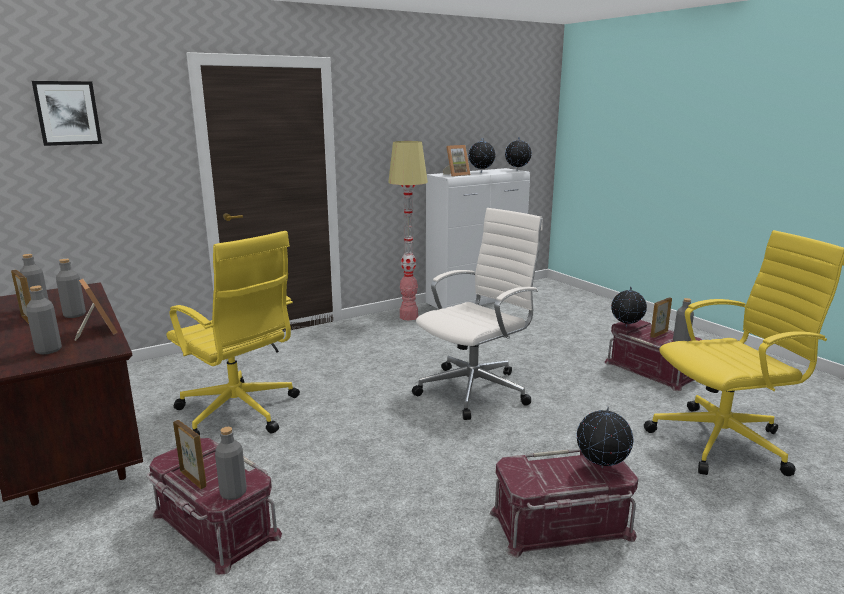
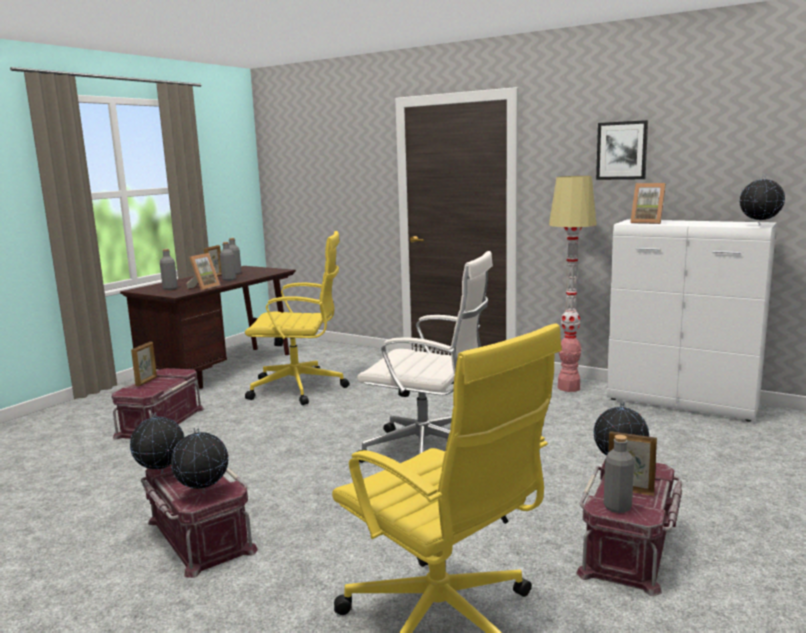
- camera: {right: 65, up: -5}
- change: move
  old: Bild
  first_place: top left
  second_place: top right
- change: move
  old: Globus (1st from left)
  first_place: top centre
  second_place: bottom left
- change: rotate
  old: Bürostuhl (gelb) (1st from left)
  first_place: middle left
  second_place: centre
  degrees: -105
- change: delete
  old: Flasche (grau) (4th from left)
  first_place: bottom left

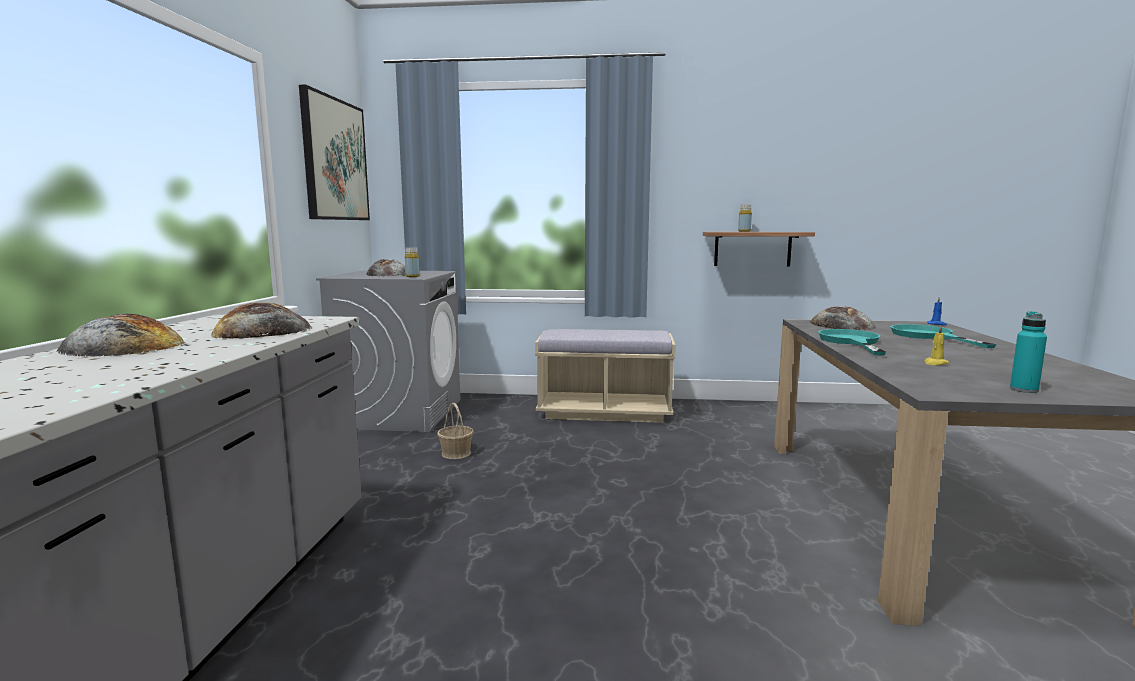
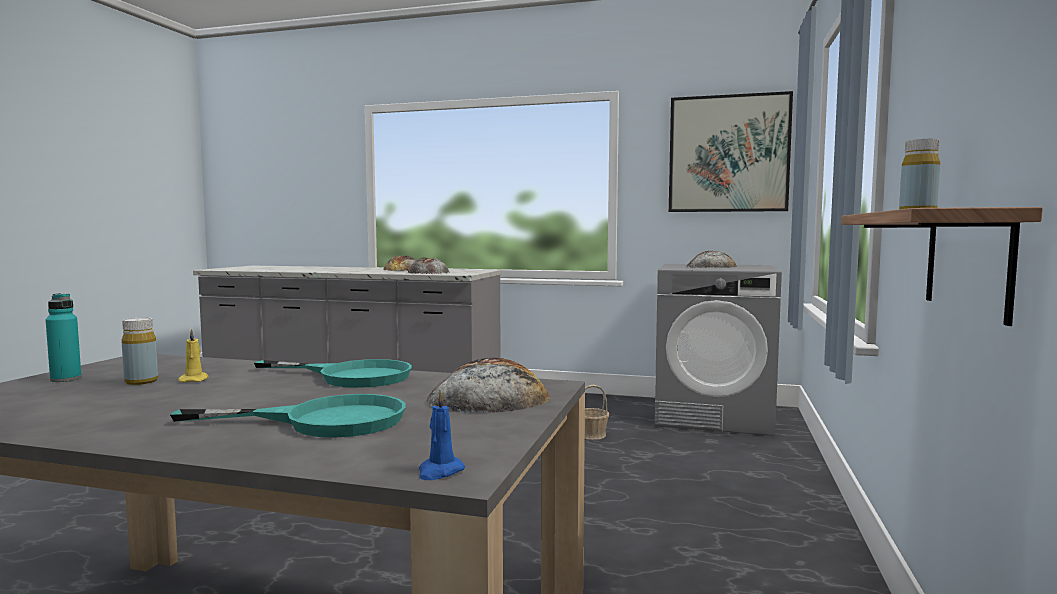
- camera: {right: 100, up: -5}
- change: move
  old: Flasche (gelb) (1st from left)
  first_place: centre
  second_place: middle left
- change: delete
  old: Bank (beige)
  first_place: centre

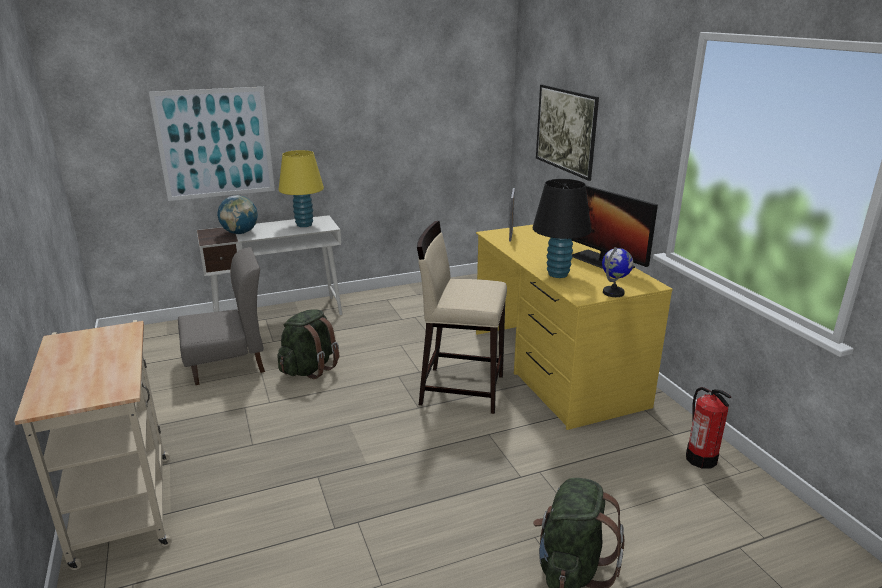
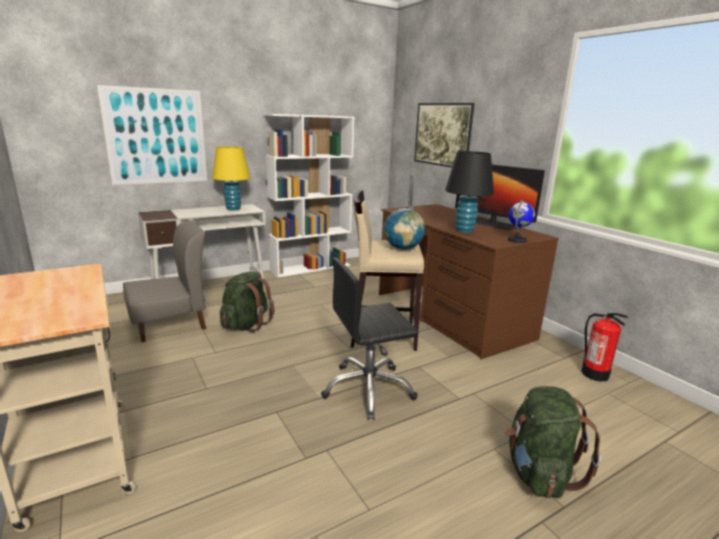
- camera: {right: -10, up: -5}
- change: move
  old: Globus (1st from left)
  first_place: middle left
  second_place: centre
- change: recolor
  old: Schreibtisch (gelb)
  new: Schreibtisch (braun)
  first_place: centre
  second_place: centre
- change: insert
  new: Bücherregal (weiß)
  second_place: centre
- change: insert
  new: Bürostuhl (schwarz)
  second_place: centre

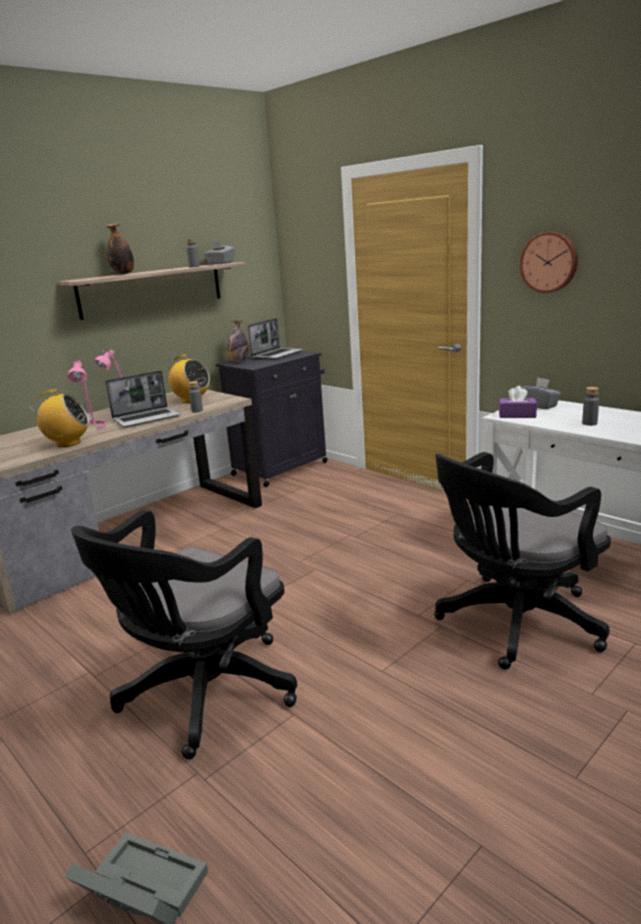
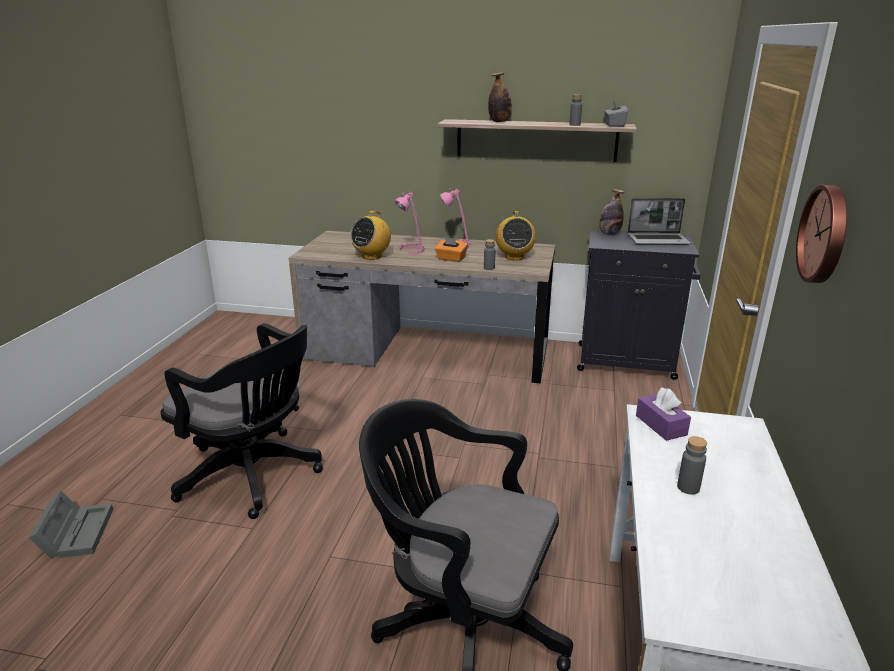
- camera: {right: 55, up: 5}
- change: replace
  old: Laptop (1st from left)
  new: Taschentuchbox (orange)
  first_place: middle left
  second_place: centre
- change: delete
  old: Taschentuchbox (grau) (2nd from left)
  first_place: middle right
- change: rotate
  old: Radio (1st from left)
  first_place: middle left
  second_place: centre
  degrees: 75
- change: rotate
  old: Bürostuhl (schwarz) (1st from left)
  first_place: bottom left
  second_place: middle left
  degrees: -150

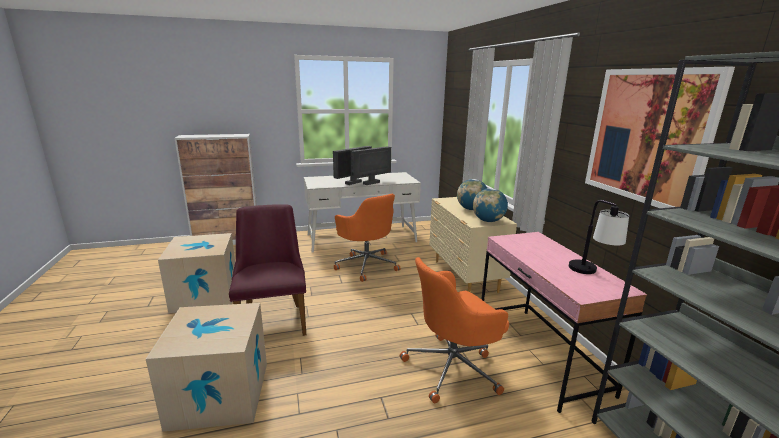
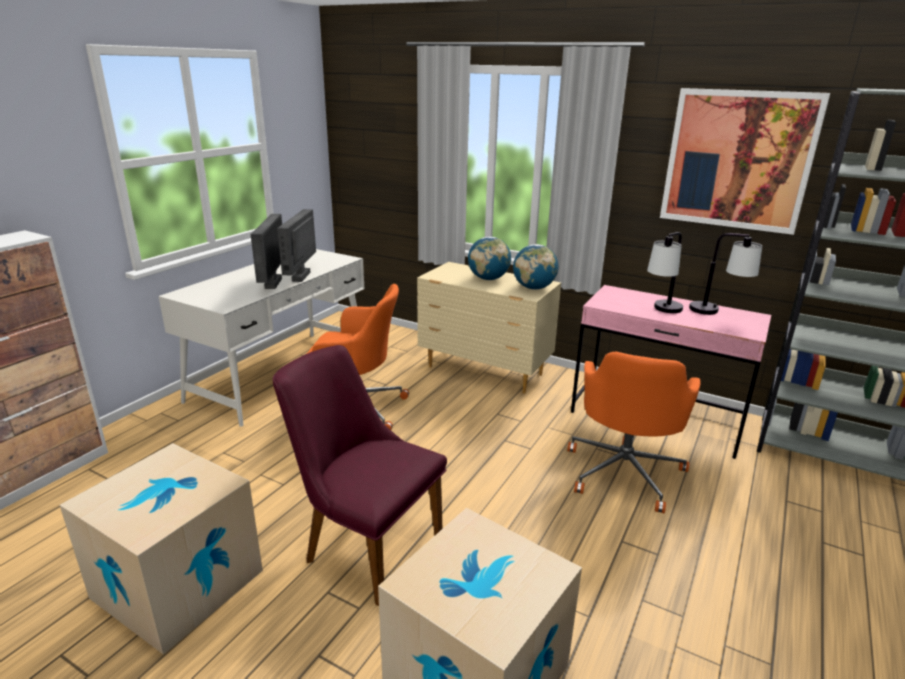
- camera: {right: -45, up: 5}
- change: insert
  new: Tischlampe (1st from left)
  second_place: middle right

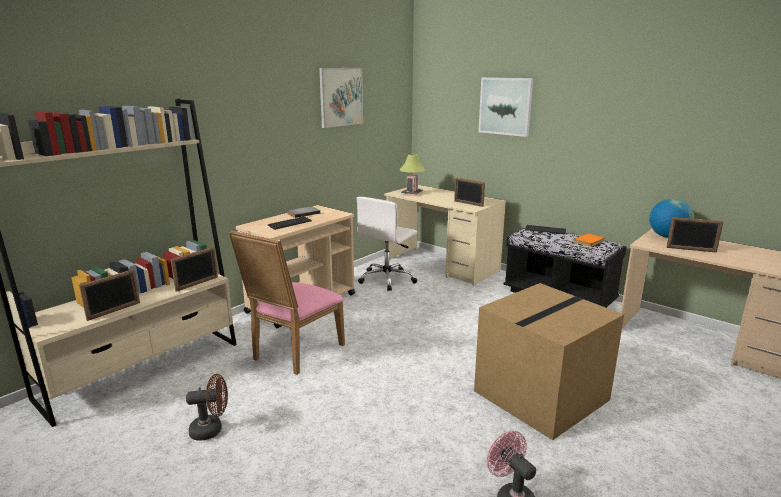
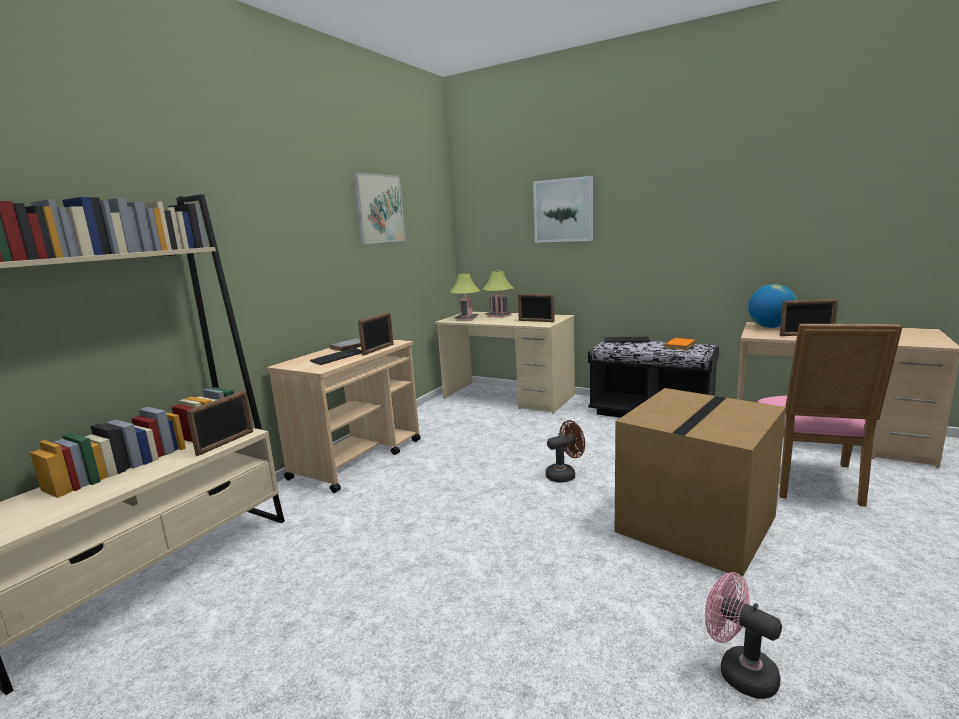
- camera: {right: -10, up: -5}
- change: delete
  old: Bürostuhl (weiß)
  first_place: centre
- change: move
  old: Stuhl (rosa)
  first_place: centre
  second_place: middle right
- change: move
  old: Bilderrahmen (1st from left in the first image)
  new: Bilderrahmen (2nd from left)
  first_place: middle left
  second_place: centre
- change: move
  old: Ventilator (braun)
  first_place: bottom left
  second_place: centre
- change: insert
  new: Tischlampe (2nd from left)
  second_place: centre

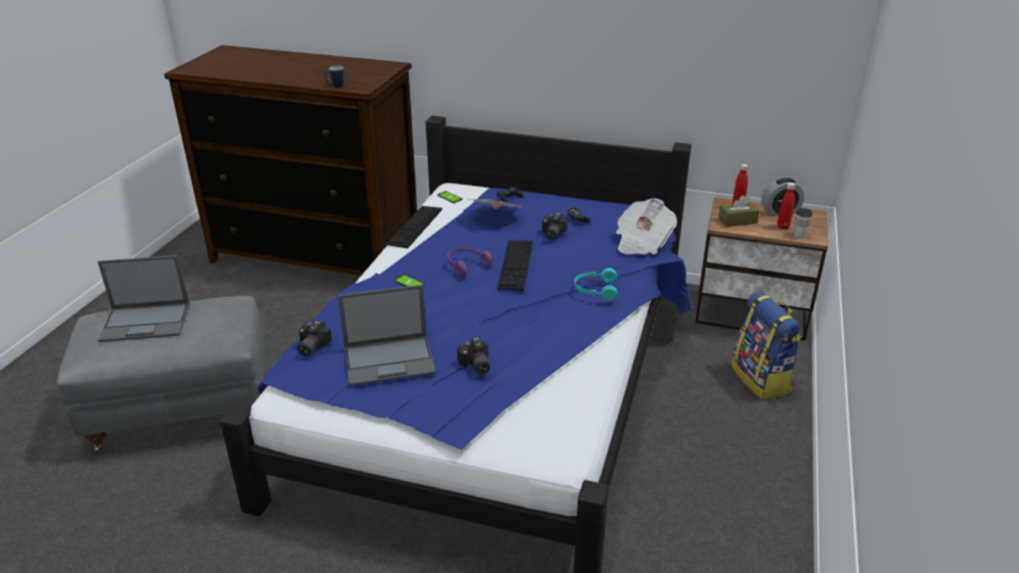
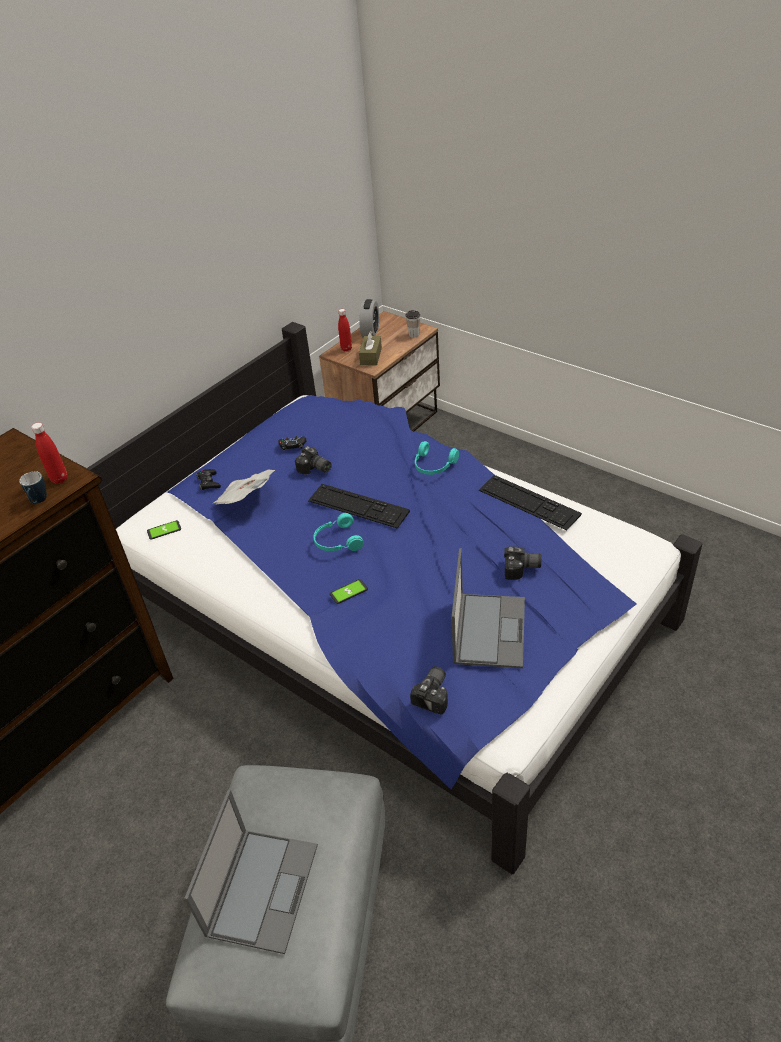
- camera: {right: -65, up: 10}
- change: move
  old: Flasche (rot) (2nd from left in the first image)
  new: Flasche (rot) (1st from left)
  first_place: middle right
  second_place: middle left
- change: delete
  old: Zeitung (2nd from left)
  first_place: centre
- change: move
  old: Tastatur (1st from left in the first image)
  new: Tastatur (2nd from left)
  first_place: centre
  second_place: middle right
- change: recolor
  old: Kopfhörer (lila)
  new: Kopfhörer (türkis) (1st from left)
  first_place: centre
  second_place: centre
- change: delete
  old: Rucksack
  first_place: middle right
- change: rotate
  old: Kamera (1st from left in the first image)
  first_place: middle left
  second_place: centre
  degrees: -105

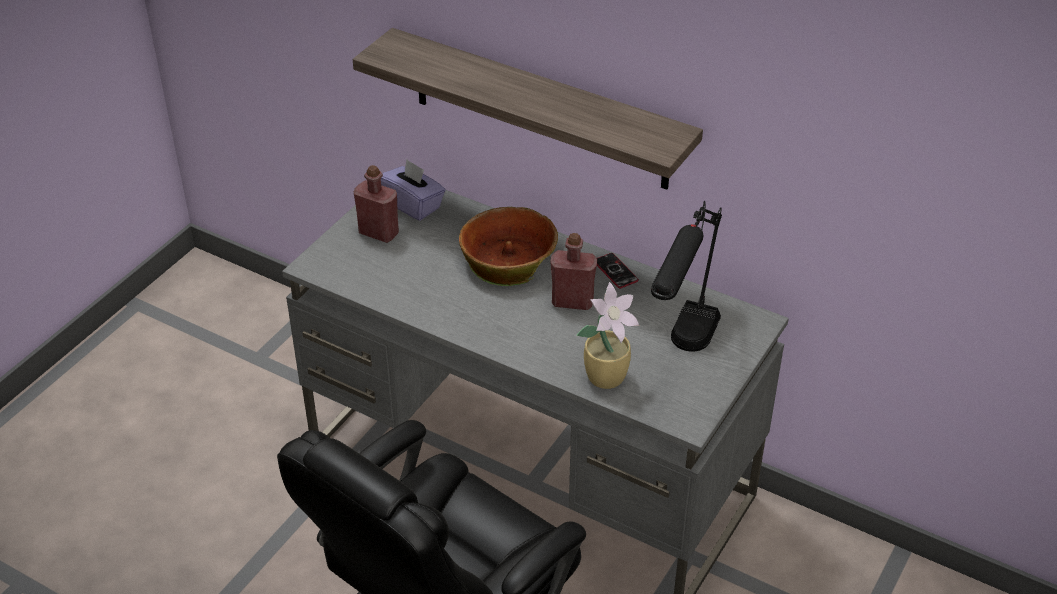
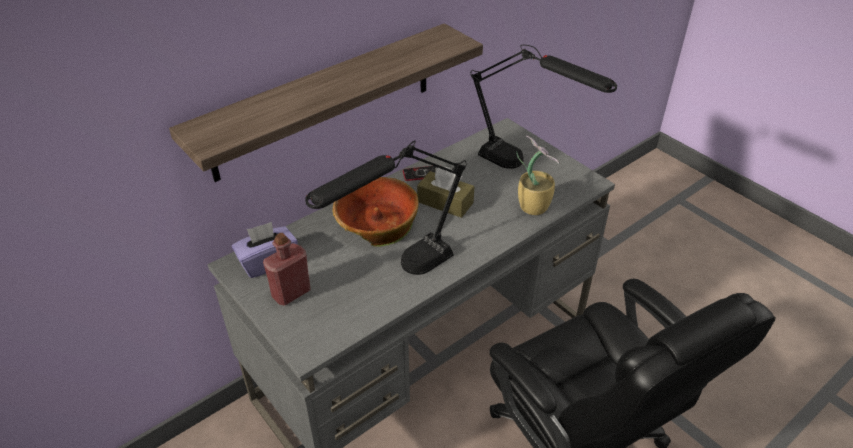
- camera: {right: -70, up: 0}
- change: replace
  old: Flasche (rot) (2nd from left)
  new: Taschentuchbox (braun)
  first_place: centre
  second_place: centre
- change: insert
  new: Tischlampe (schwarz) (1st from left)
  second_place: centre

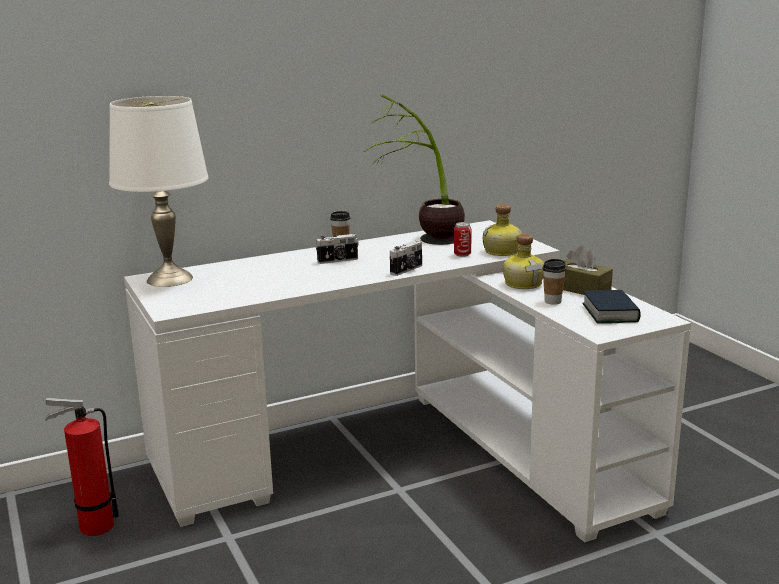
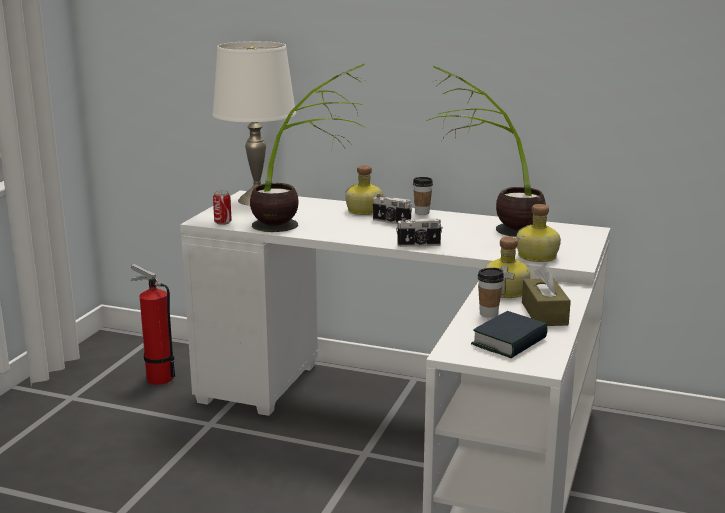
- camera: {right: 45, up: 0}
- change: move
  old: Dose
  first_place: centre
  second_place: middle left
- change: insert
  new: Topfpflanze (1st from left)
  second_place: top centre
- change: insert
  new: Flasche (1st from left)
  second_place: centre

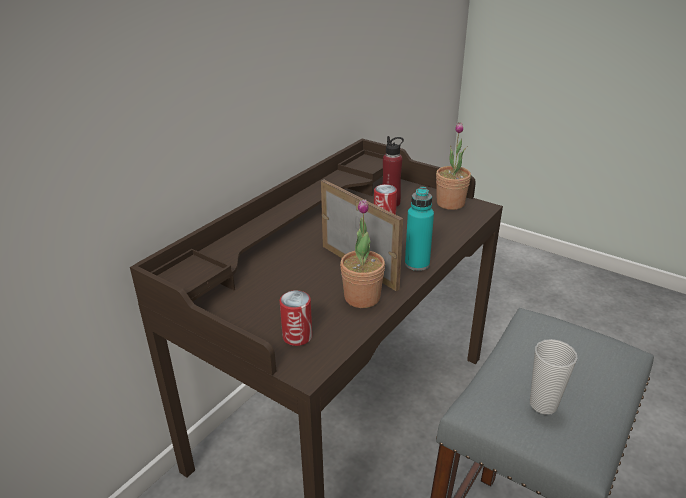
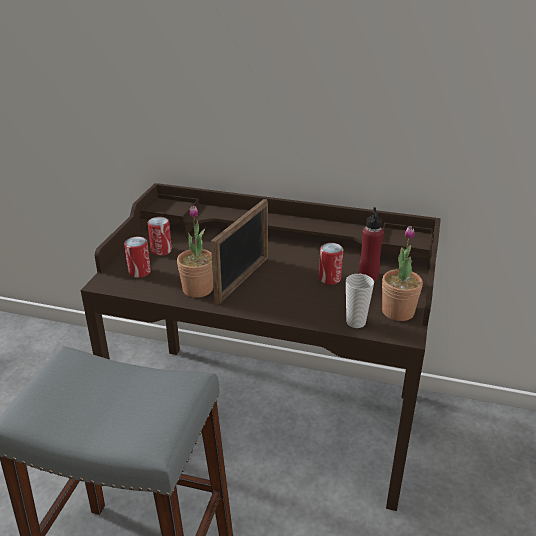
- camera: {right: 70, up: 0}
- change: delete
  old: Flasche (türkis)
  first_place: centre
- change: move
  old: Tasse
  first_place: bottom right
  second_place: middle right
- change: insert
  new: Dose (2nd from left)
  second_place: middle left

